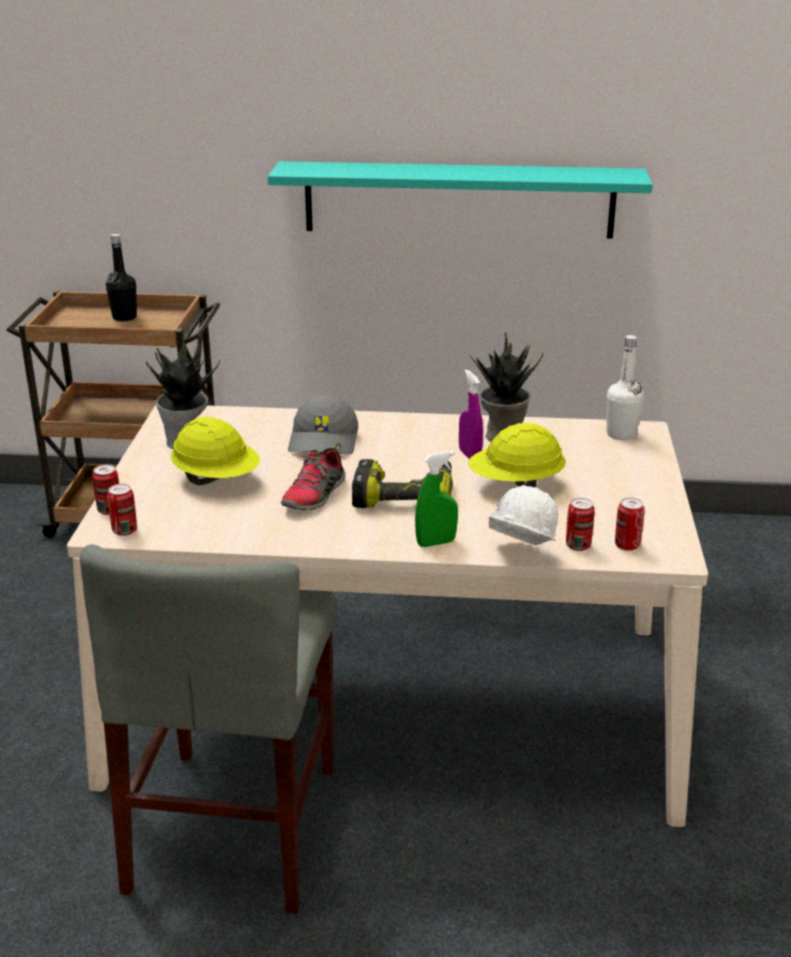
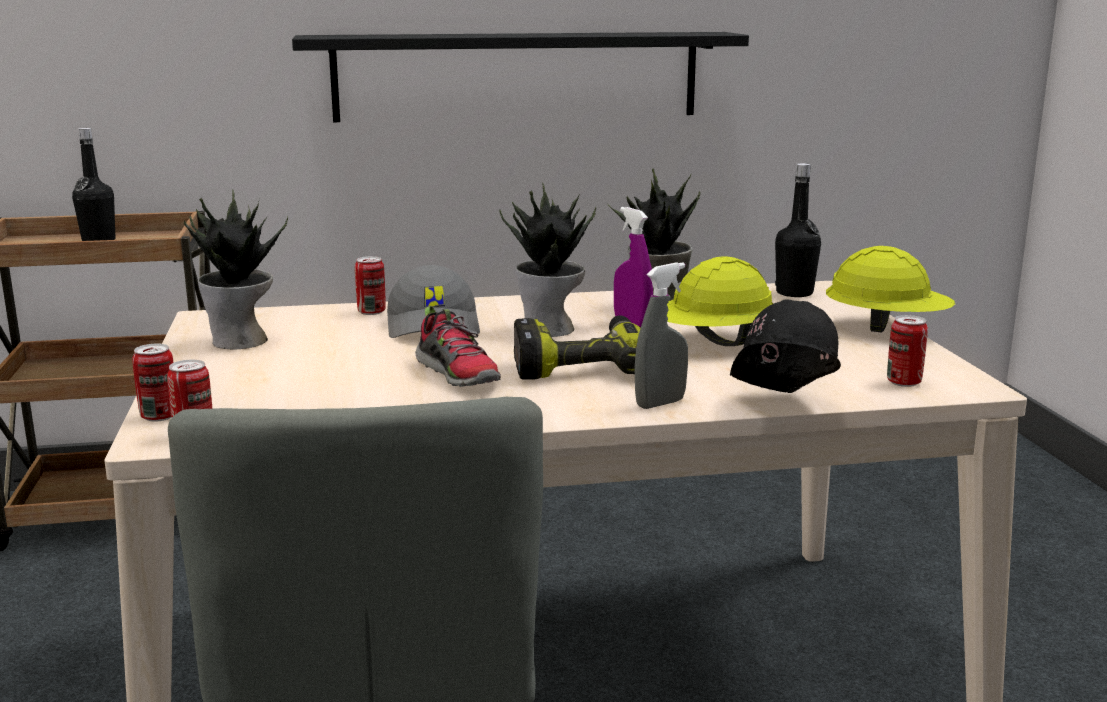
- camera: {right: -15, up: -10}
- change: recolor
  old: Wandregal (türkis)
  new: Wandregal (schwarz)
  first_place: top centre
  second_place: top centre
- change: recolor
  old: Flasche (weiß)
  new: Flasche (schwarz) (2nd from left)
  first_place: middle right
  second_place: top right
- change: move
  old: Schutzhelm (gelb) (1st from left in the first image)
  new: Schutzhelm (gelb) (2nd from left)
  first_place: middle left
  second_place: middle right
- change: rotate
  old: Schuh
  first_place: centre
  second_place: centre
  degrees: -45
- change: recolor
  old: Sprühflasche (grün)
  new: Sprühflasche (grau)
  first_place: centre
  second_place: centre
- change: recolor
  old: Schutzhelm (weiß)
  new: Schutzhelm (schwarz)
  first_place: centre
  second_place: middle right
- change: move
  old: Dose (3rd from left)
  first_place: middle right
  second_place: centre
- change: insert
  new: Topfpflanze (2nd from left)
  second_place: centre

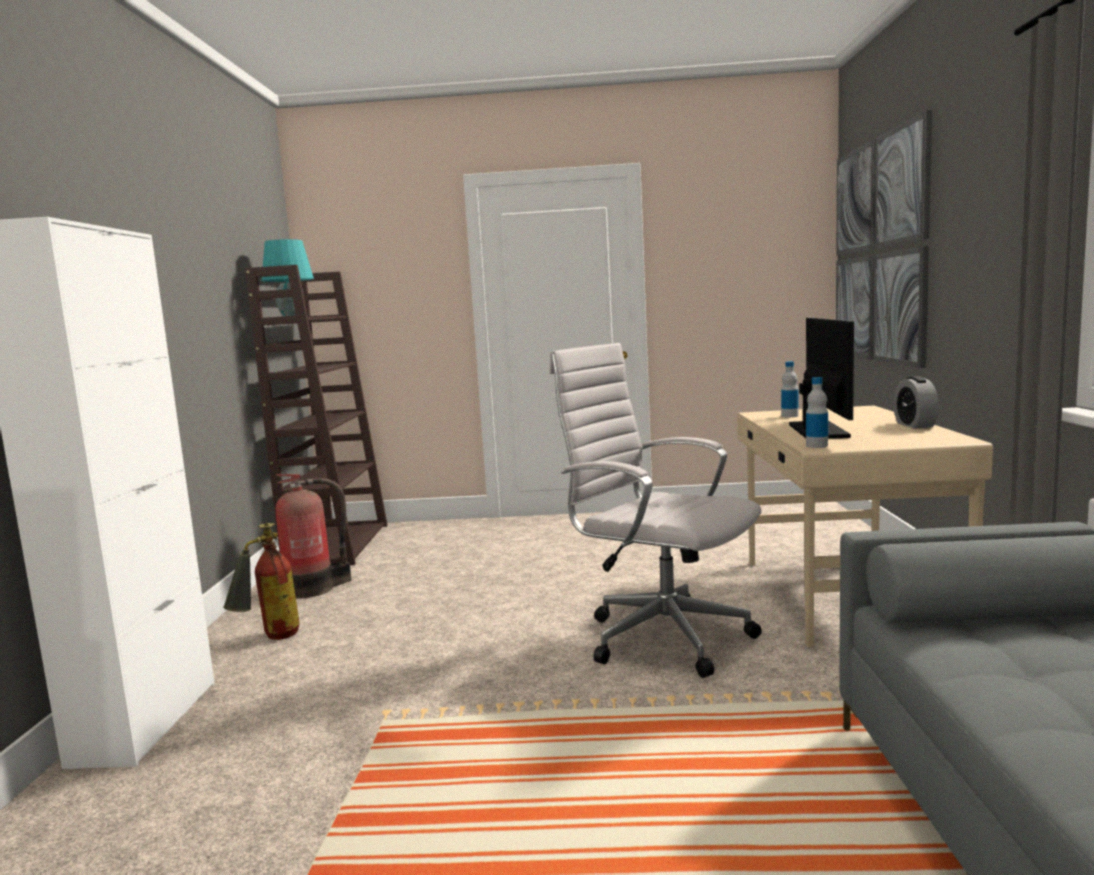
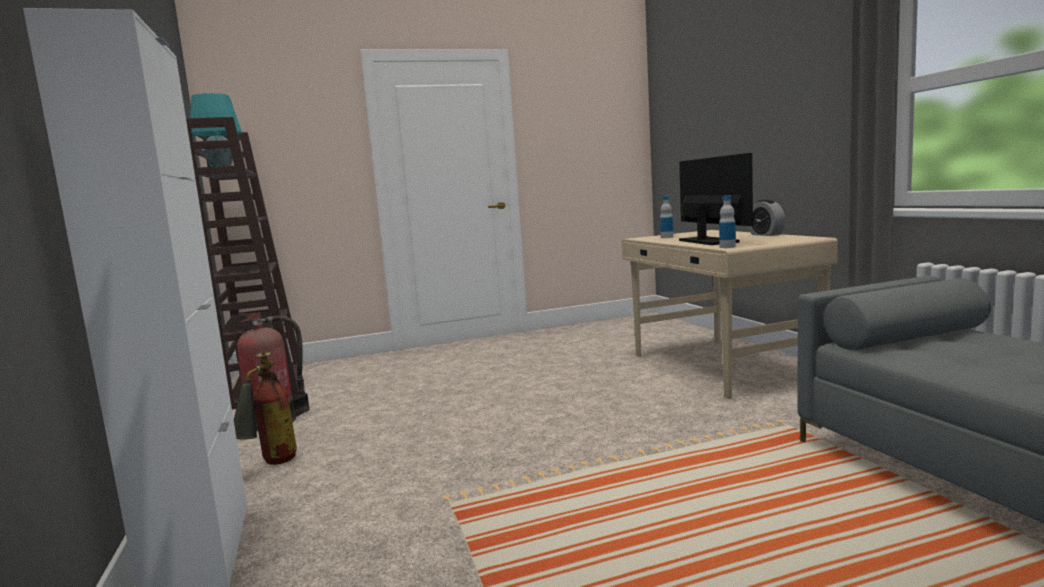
- camera: {right: -20, up: 0}
- change: delete
  old: Bild
  first_place: top right
- change: delete
  old: Bürostuhl (weiß)
  first_place: centre

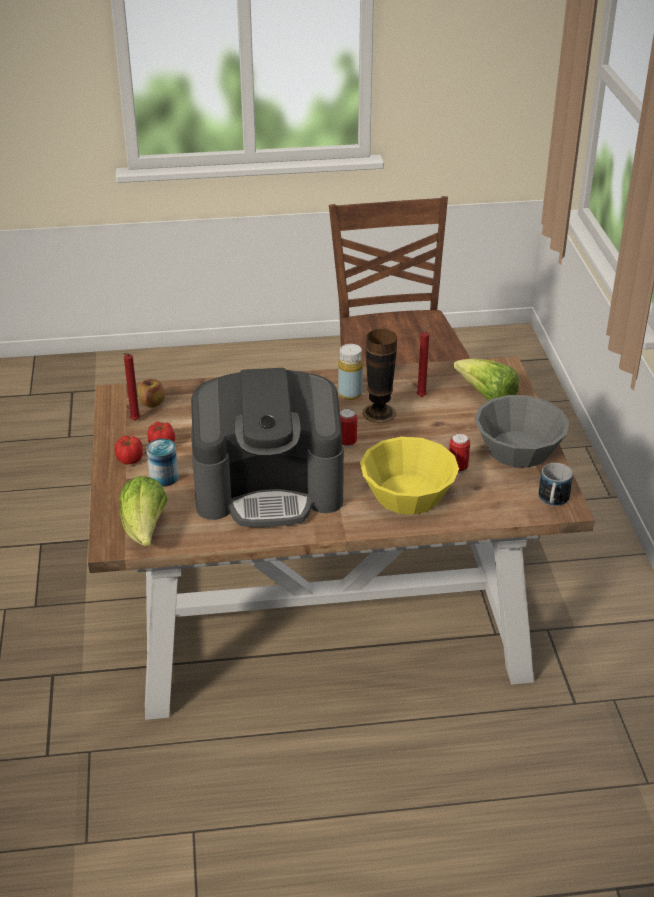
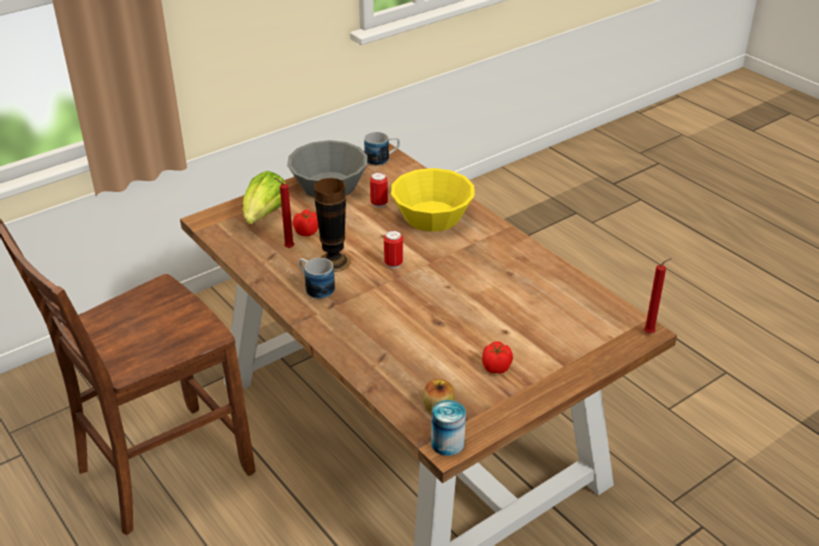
- camera: {right: -120, up: 0}
- change: replace
  old: Flasche (gelb)
  new: Henkelbecher (1st from left)
  first_place: centre
  second_place: centre
- change: move
  old: Kerze (rot) (1st from left in the first image)
  new: Kerze (rot) (2nd from left)
  first_place: middle left
  second_place: middle right
- change: delete
  old: Kaffeemaschine
  first_place: centre
- change: move
  old: Tomate (1st from left)
  first_place: middle left
  second_place: centre
- change: move
  old: Dose (1st from left in the first image)
  new: Dose (3rd from left)
  first_place: middle left
  second_place: bottom centre
- change: delete
  old: Salatkopf (1st from left)
  first_place: middle left

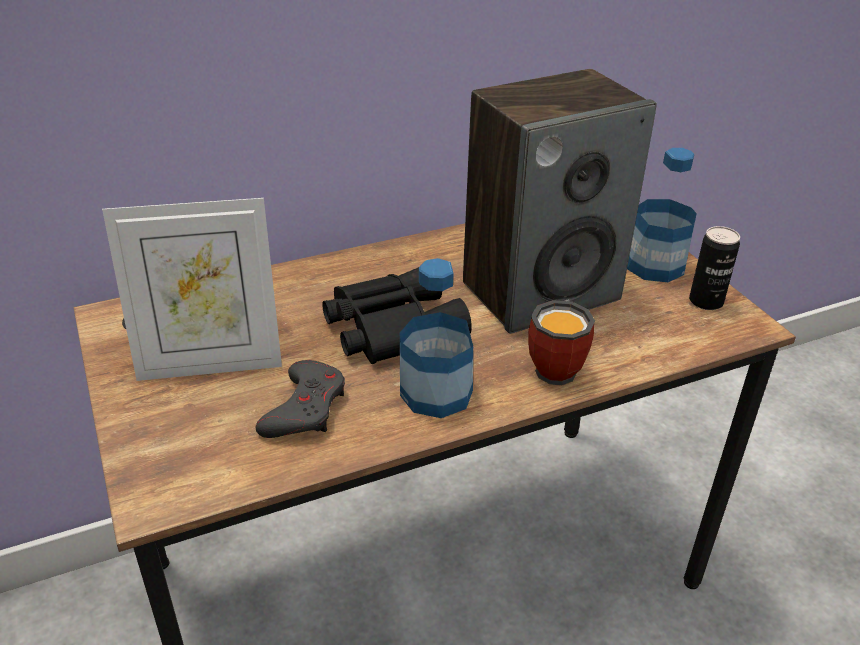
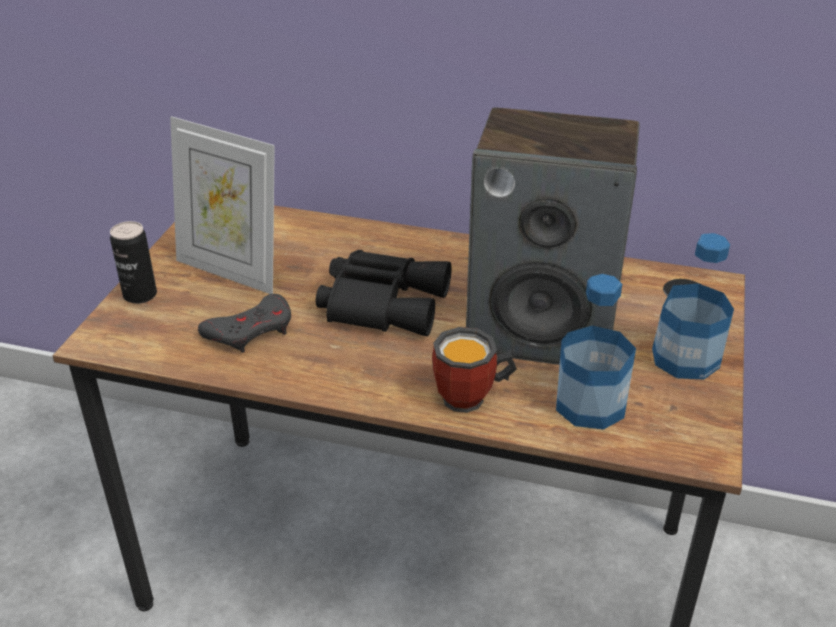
- camera: {right: 40, up: 0}
- change: move
  old: Dose
  first_place: middle right
  second_place: middle left
- change: move
  old: Flasche (1st from left)
  first_place: centre
  second_place: middle right

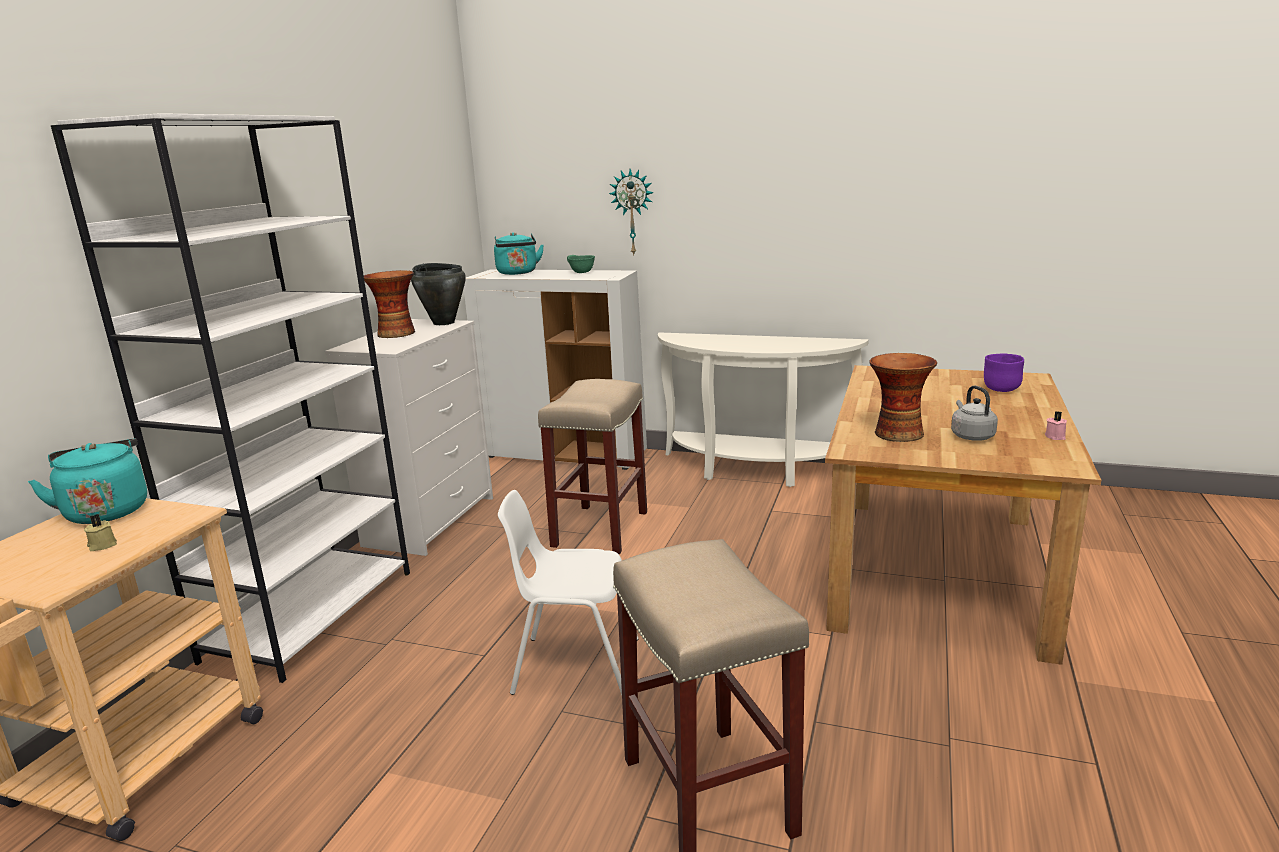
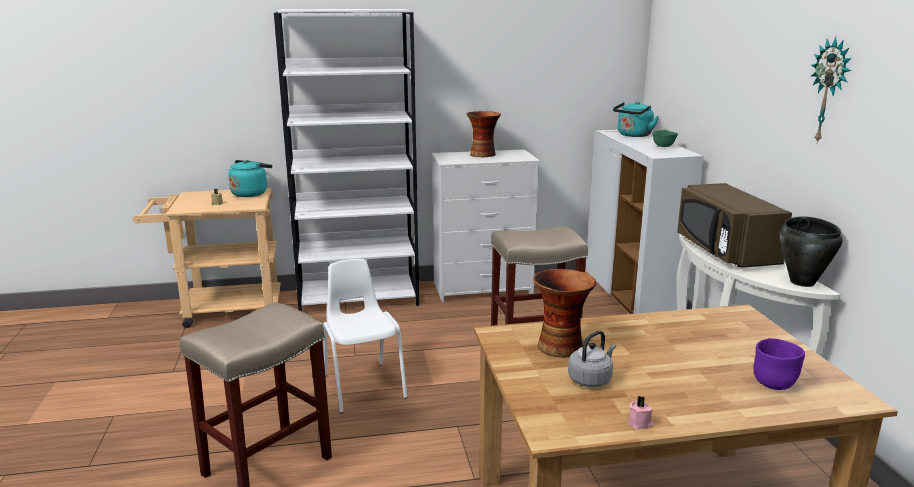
- camera: {right: 60, up: 0}
- change: move
  old: Wanduhr
  first_place: top centre
  second_place: top right
- change: move
  old: Kochtopf (schwarz)
  first_place: centre
  second_place: middle right
- change: insert
  new: Mikrowelle (braun)
  second_place: middle right

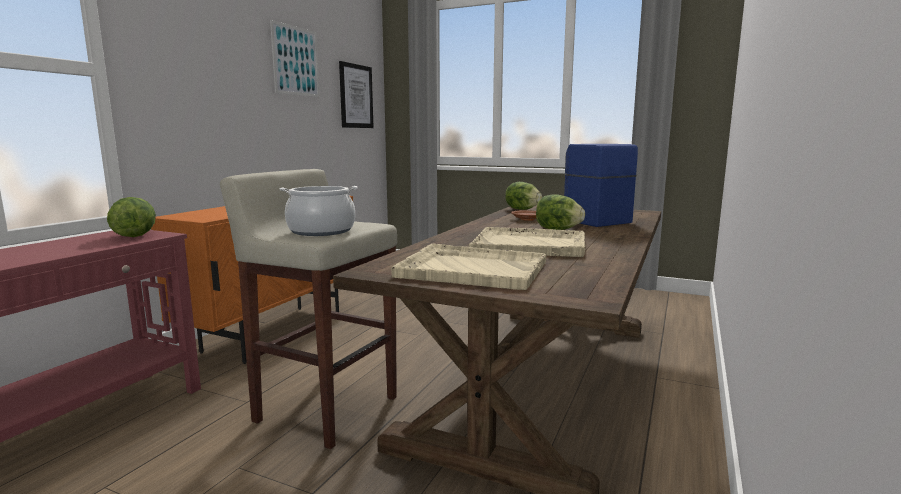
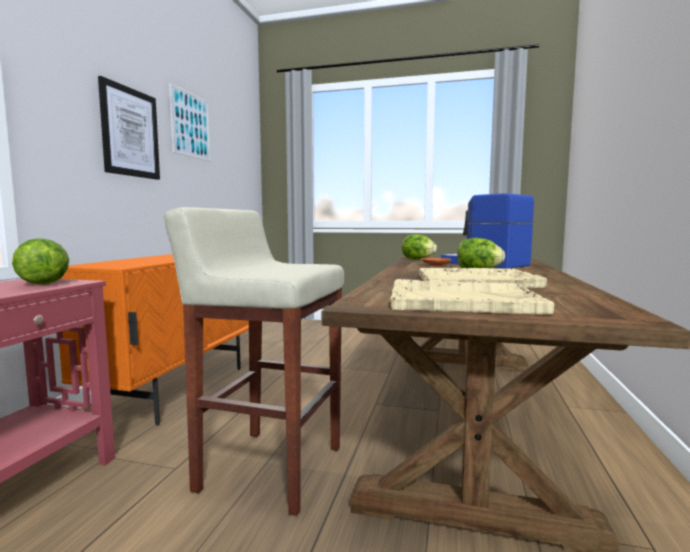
- camera: {right: -10, up: -5}
- change: move
  old: Bild (2nd from left in the first image)
  new: Bild (1st from left)
  first_place: top centre
  second_place: top left
- change: delete
  old: Kochtopf
  first_place: centre

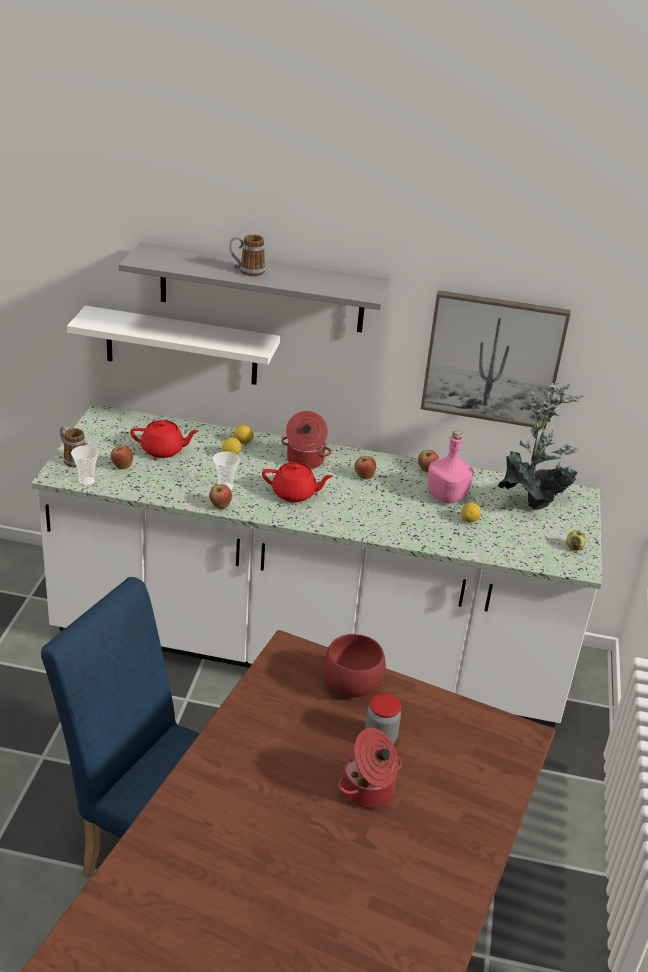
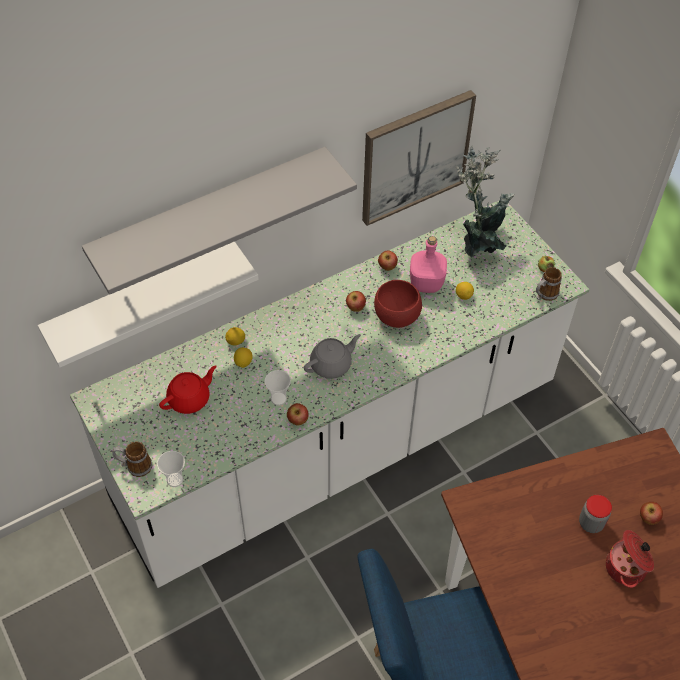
- camera: {right: -40, up: 20}
- change: move
  old: Henkelbecher (2nd from left)
  first_place: top centre
  second_place: middle right
- change: delete
  old: Kochtopf (1st from left)
  first_place: centre
- change: move
  old: Apfel (1st from left in the first image)
  new: Apfel (5th from left)
  first_place: middle left
  second_place: bottom right
- change: recolor
  old: Teekanne (rot) (2nd from left)
  new: Teekanne (grau)
  first_place: centre
  second_place: centre
- change: move
  old: Schüssel (rot)
  first_place: bottom centre
  second_place: centre

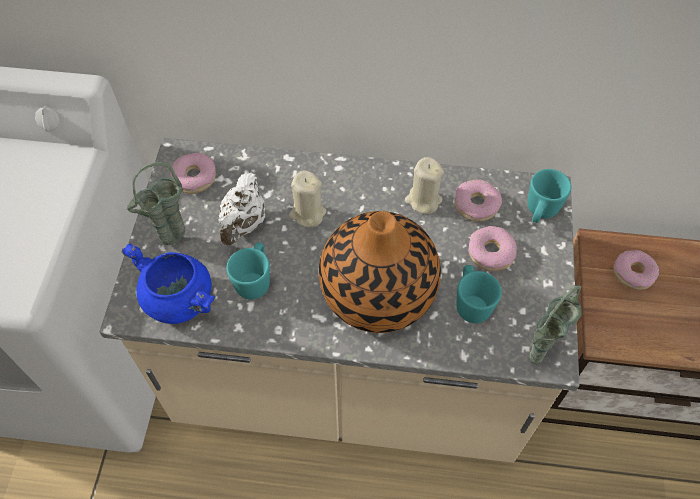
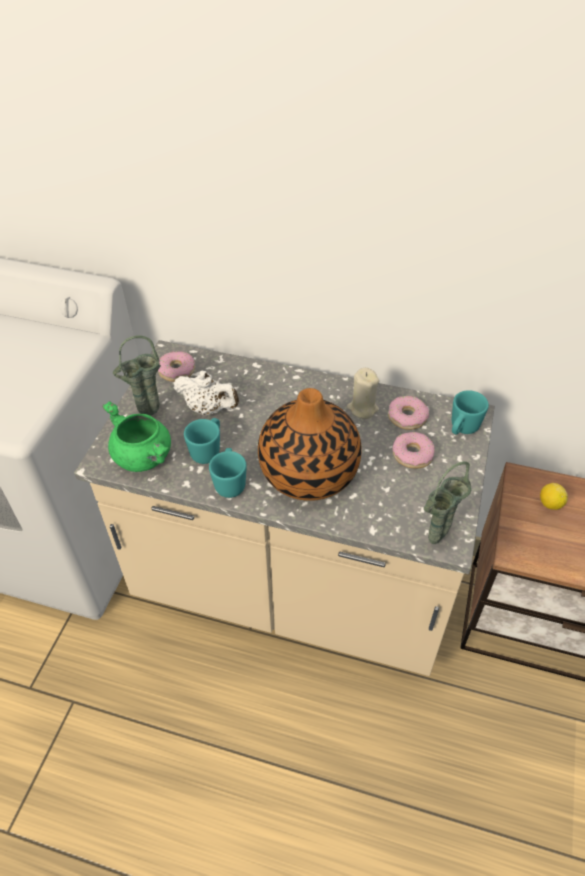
- camera: {right: 10, up: -10}
- change: delete
  old: Kerze (beige) (1st from left)
  first_place: centre
- change: rotate
  old: Teekanne (weiß)
  first_place: centre
  second_place: centre
  degrees: -90
- change: recolor
  old: Kochtopf (blau)
  new: Kochtopf (grün)
  first_place: middle left
  second_place: middle left
- change: replace
  old: Donut (4th from left)
  new: Zitrone
  first_place: middle right
  second_place: middle right
- change: move
  old: Henkelbecher (türkis) (2nd from left)
  first_place: middle right
  second_place: centre

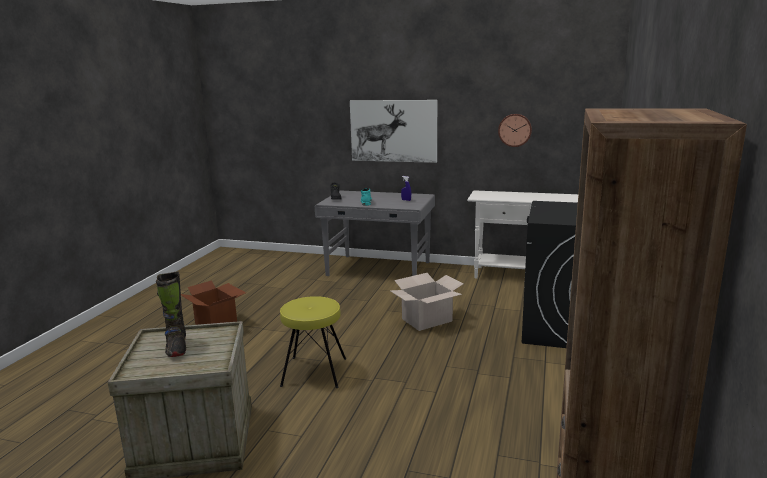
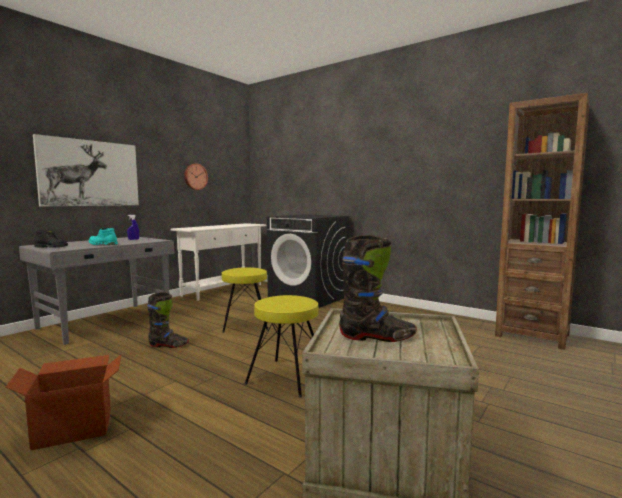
- camera: {right: -70, up: -10}
- change: replace
  old: Karton (2nd from left)
  new: Hocker (gelb) (1st from left)
  first_place: centre
  second_place: centre
- change: insert
  new: Stiefel (schwarz) (2nd from left)
  second_place: middle left

